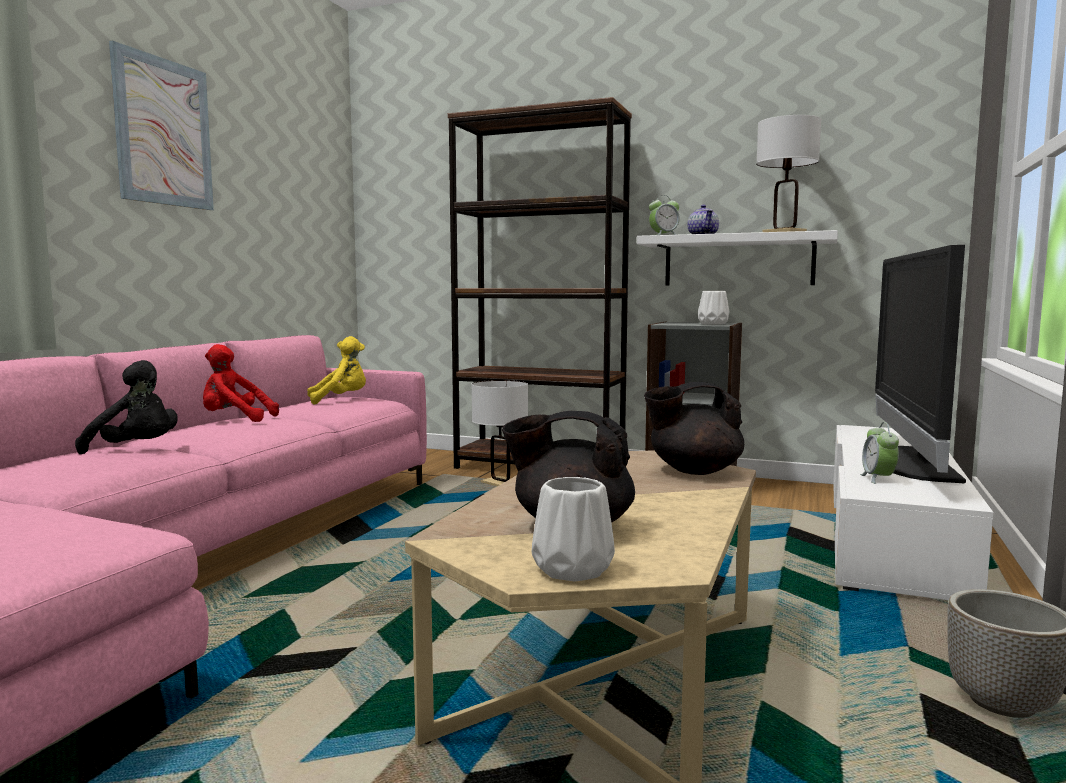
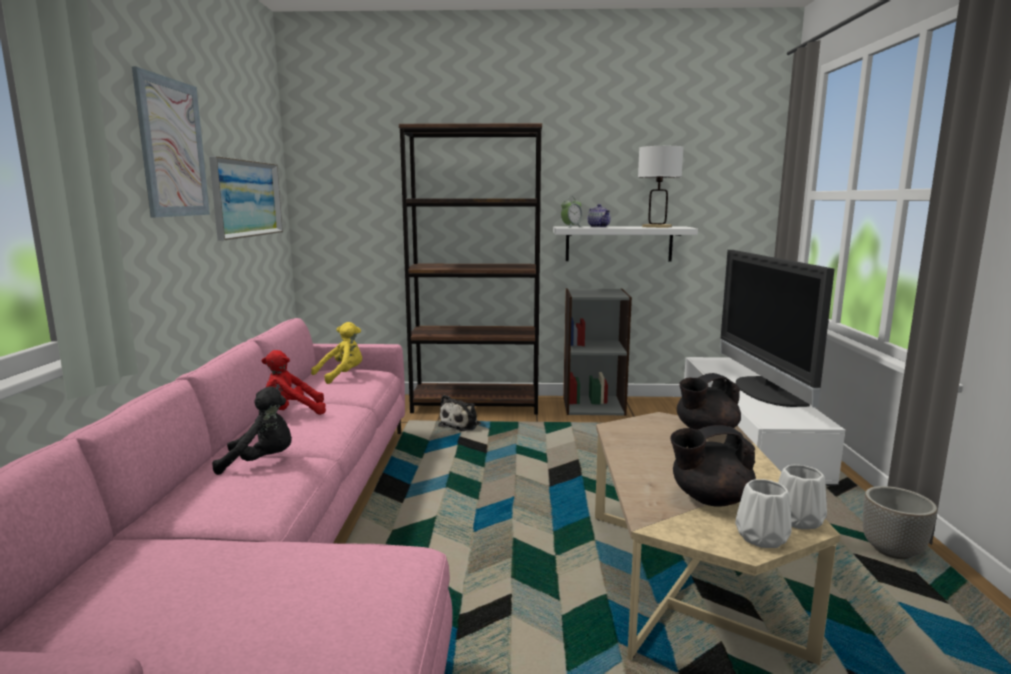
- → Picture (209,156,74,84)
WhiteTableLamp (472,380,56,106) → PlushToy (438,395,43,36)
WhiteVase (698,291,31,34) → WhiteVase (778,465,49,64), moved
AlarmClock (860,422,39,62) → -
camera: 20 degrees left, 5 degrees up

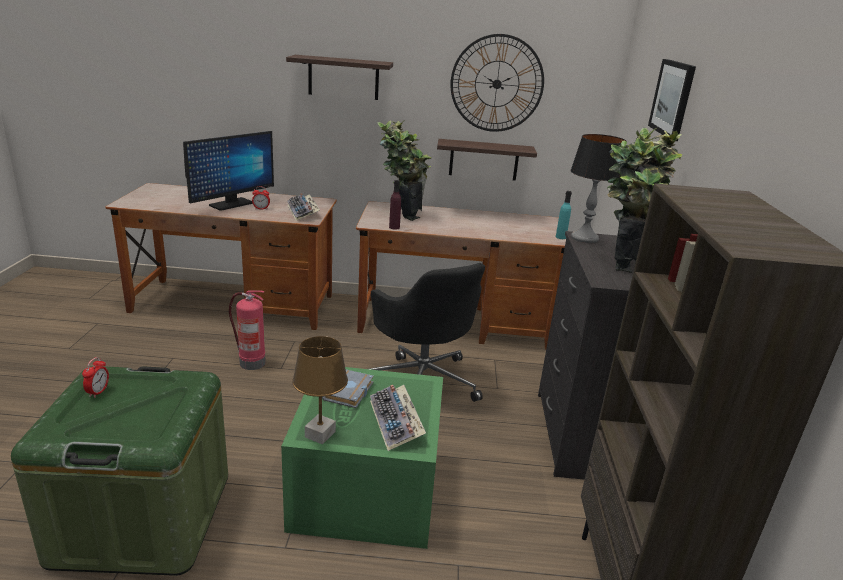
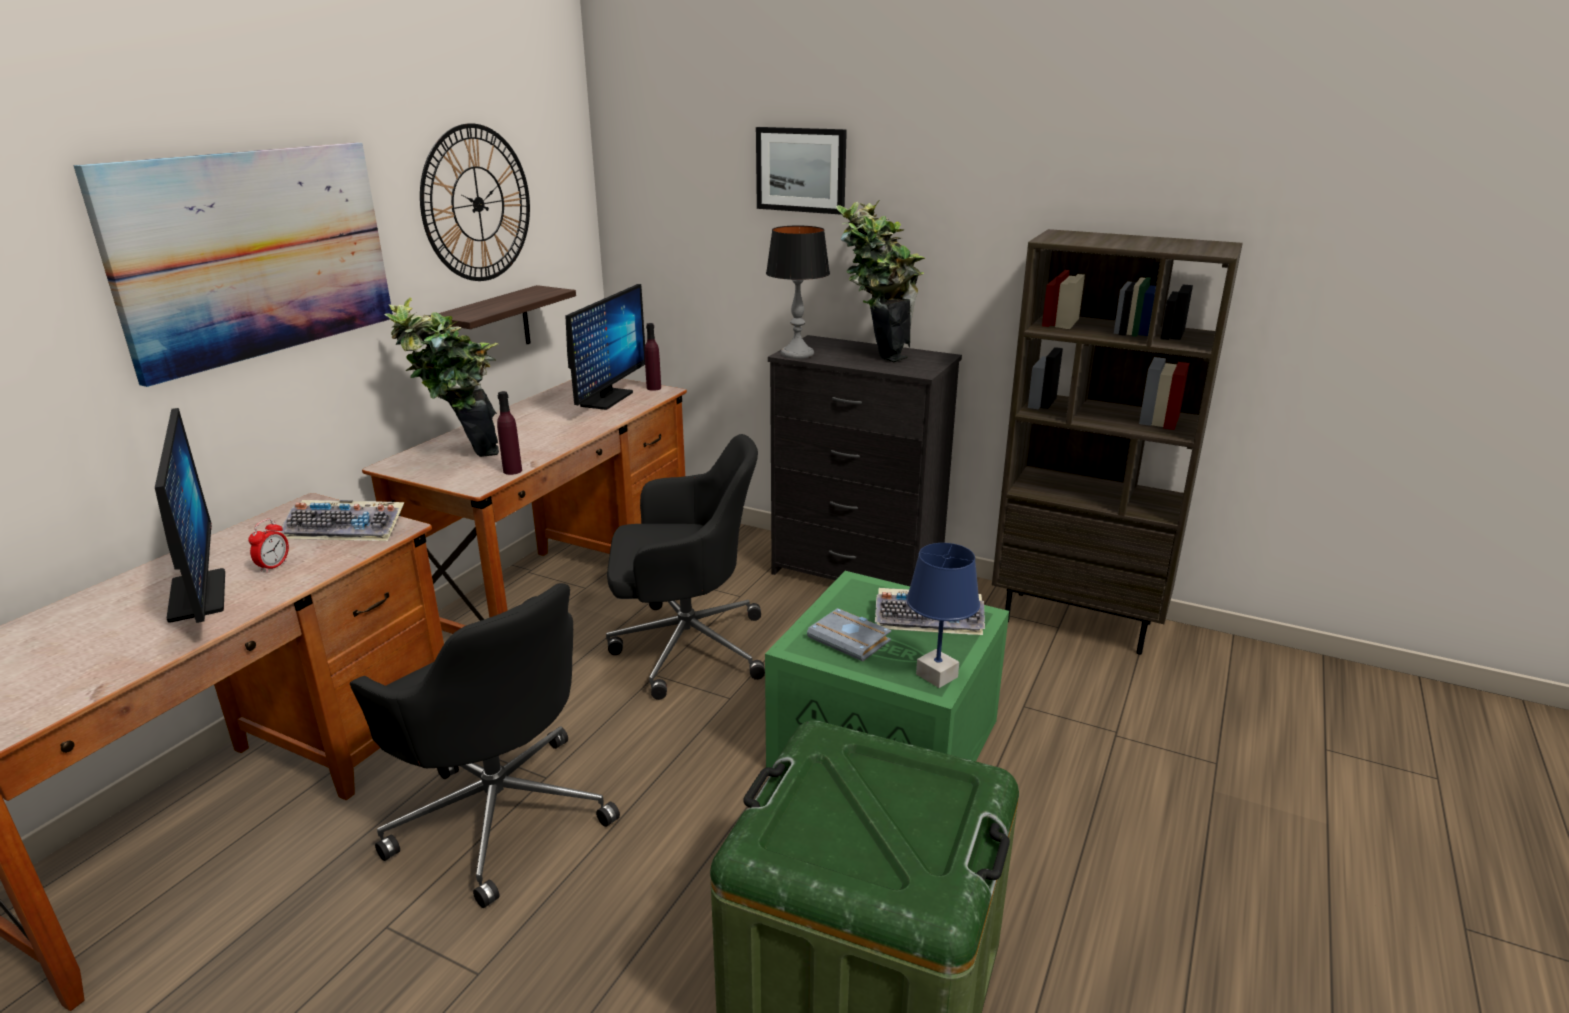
Shelf (286,55,107,45) → Picture (74,142,319,245)
FireExtinguisher (229,291,37,79) → BlackOfficeChair (350,583,270,325)
- → Monitor (565,284,80,126)
TurquoiseBottle (556,191,16,48) → PurpleBottle (644,323,17,68)
BrownTableLamp (292,336,56,108) → BlueTableLamp (906,543,74,145)
AlarmClock (82,357,27,41) → -
camera: 65 degrees left, 0 degrees up

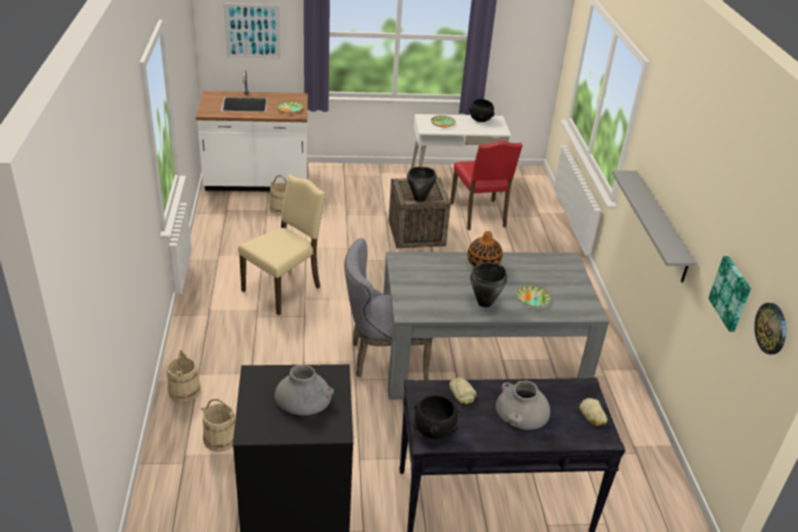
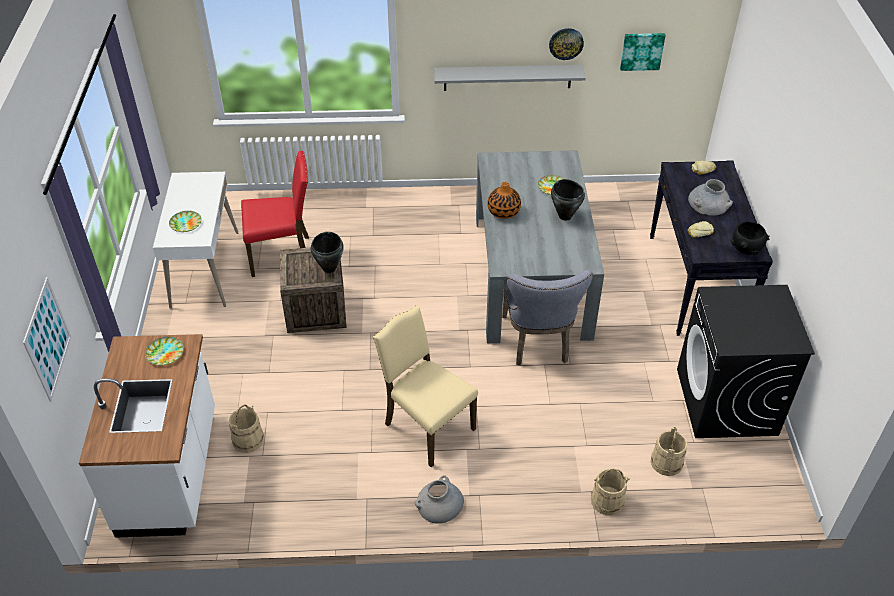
GreyVase (274,364,60,52) → GreyVase (415,475,49,49), moved
WallClock (754,303,32,51) → WallClock (549,28,35,32), moved
BlackBowl (469,99,25,23) → -
camera: 85 degrees left, 10 degrees up

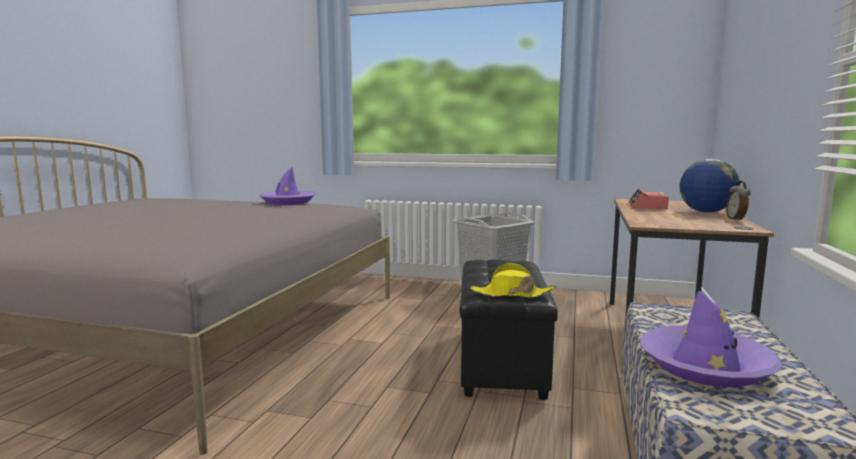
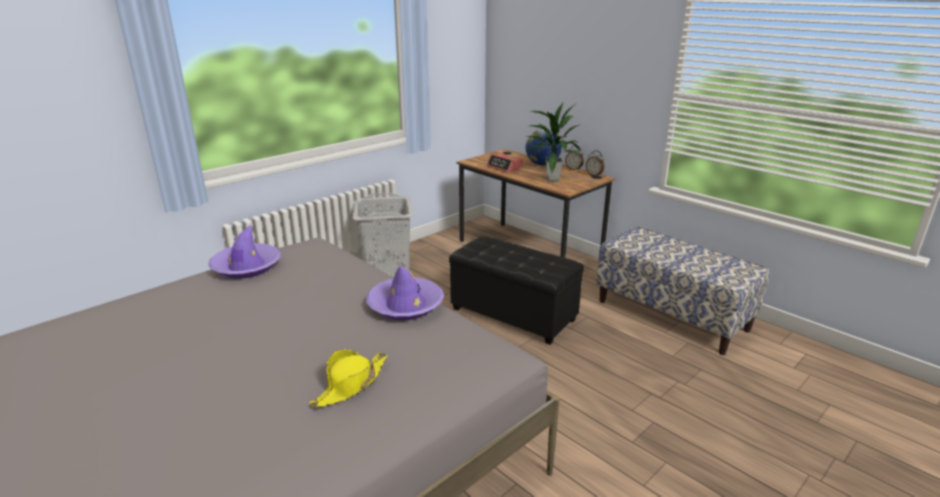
YellowHat (470,263,86,35) → YellowHat (310,349,77,58), moved
PurpleHat (640,290,142,97) → PurpleHat (366,266,78,54), moved
- → PottedPlant (527,101,54,80)
- → AlarmClock (586,151,18,26)
camera: 60 degrees left, 15 degrees up

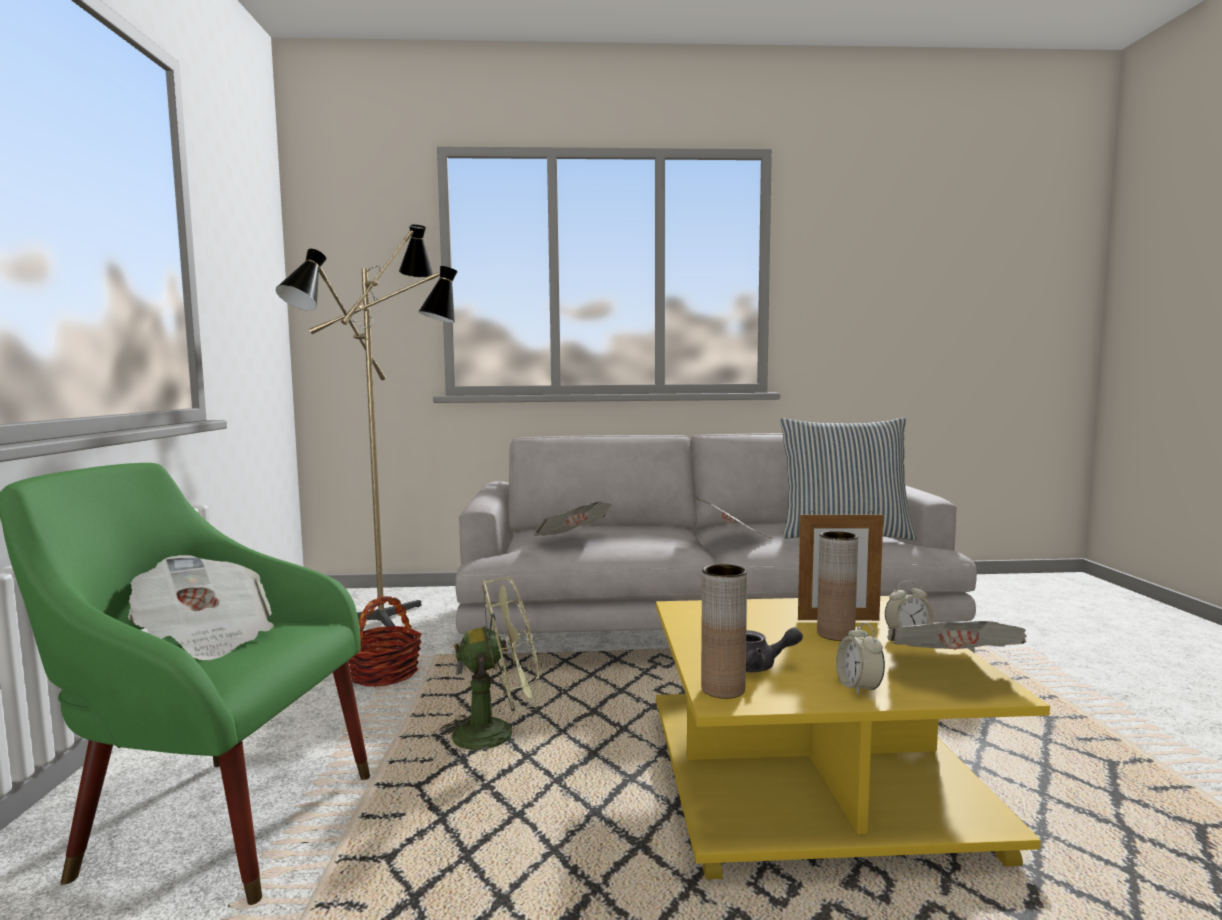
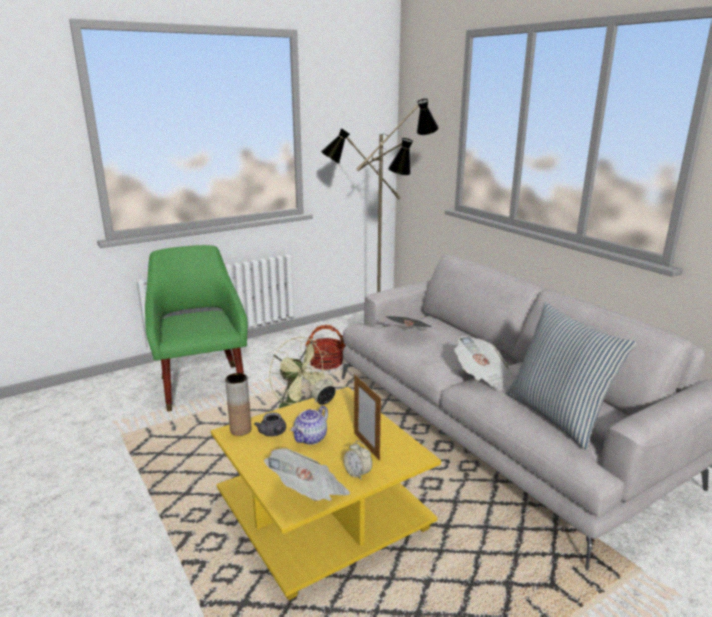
- → Teapot (291,406,37,39)
AlarmClock (836,622,49,74) → AlarmClock (311,377,25,28), moved
Newspaper (128,555,146,105) → -
BrownVase (817,531,41,110) → -
camera: 60 degrees right, 15 degrees up

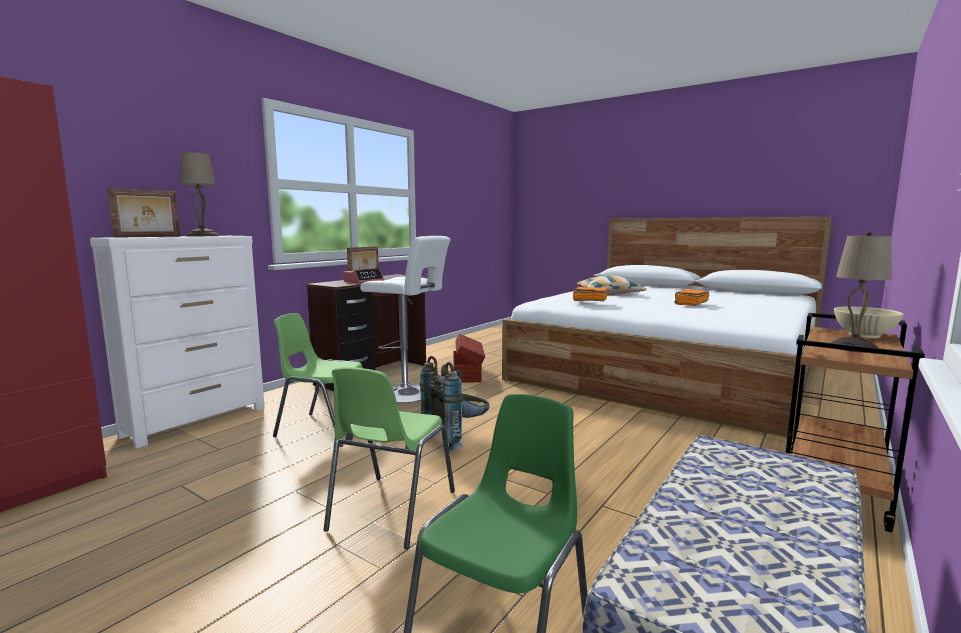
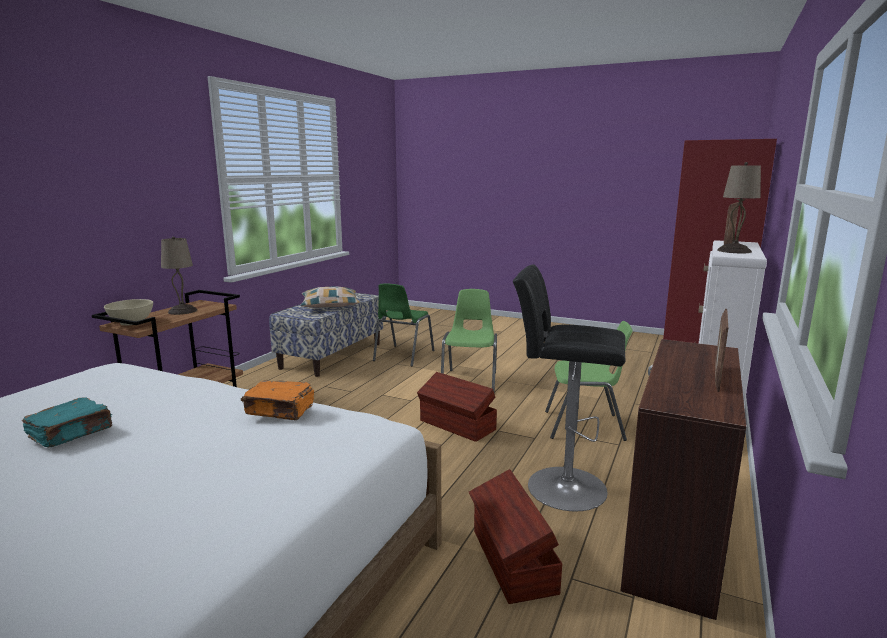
OrangeBook (674,289,36,17) → TurquoiseBook (22,397,91,50)
Pillow (577,276,70,19) → Pillow (301,286,58,22), moved
GreyBackpack (420,356,70,96) → BrownStorageBox (417,372,80,70)
WhiteStool (360,236,91,167) → BlackStool (513,264,113,247)
AlarmClock (343,268,41,15) → -
camera: 170 degrees right, 5 degrees up

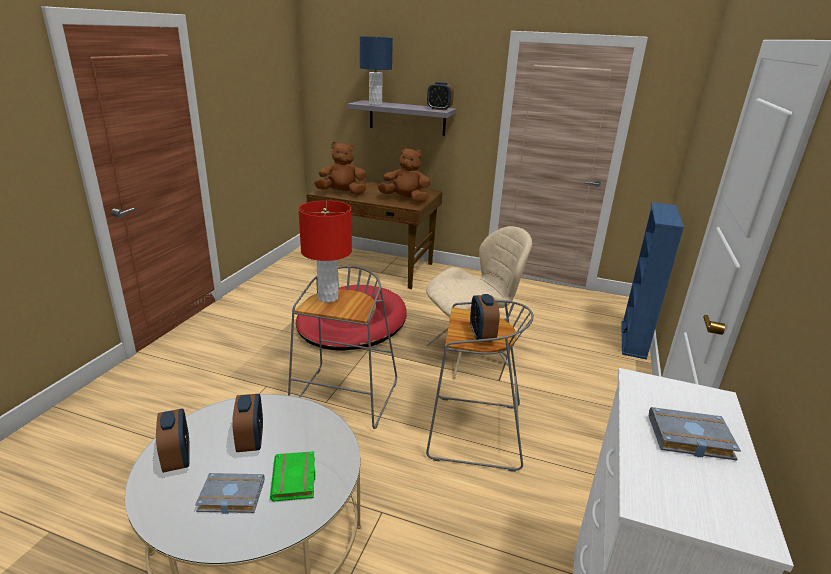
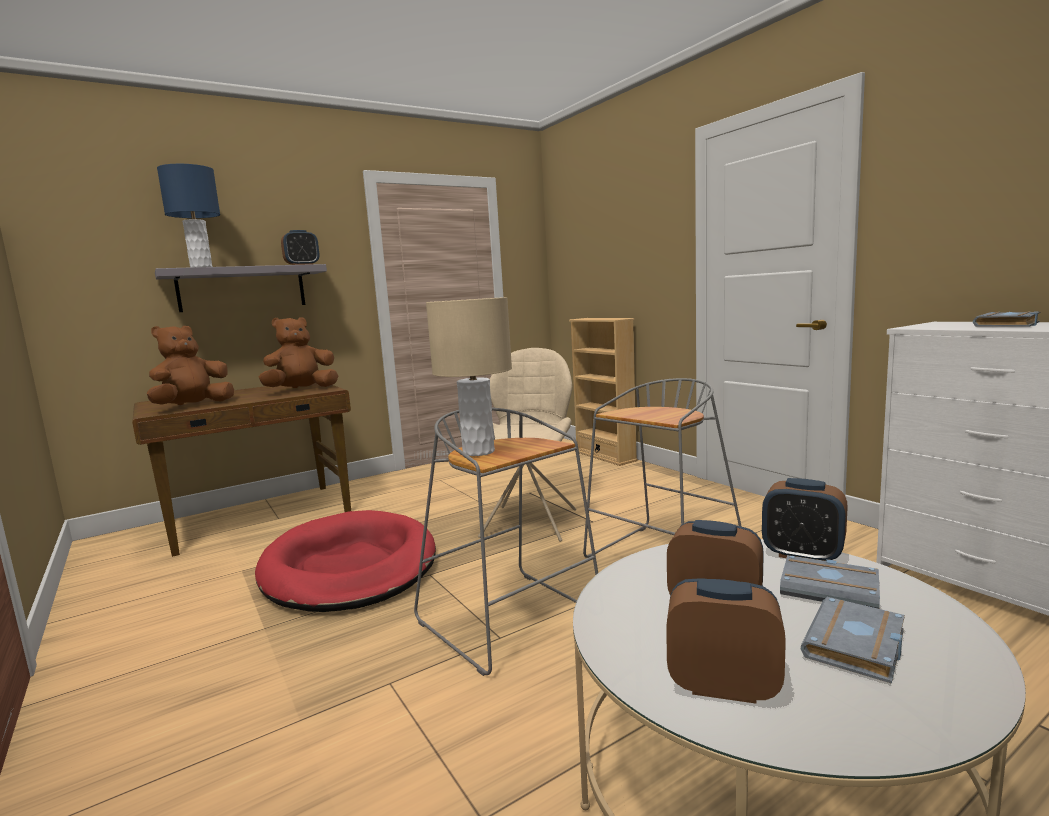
RedTableLamp (298,200,54,103) → BeigeTableLamp (426,297,86,159)
BlueBookcase (621,202,63,158) → BeigeBookcase (569,318,69,148)
AlarmClock (470,294,30,46) → AlarmClock (762,478,86,83), moved
GreenBook (270,451,45,51) → GreyBook (780,555,100,54)
camera: 50 degrees left, 15 degrees down

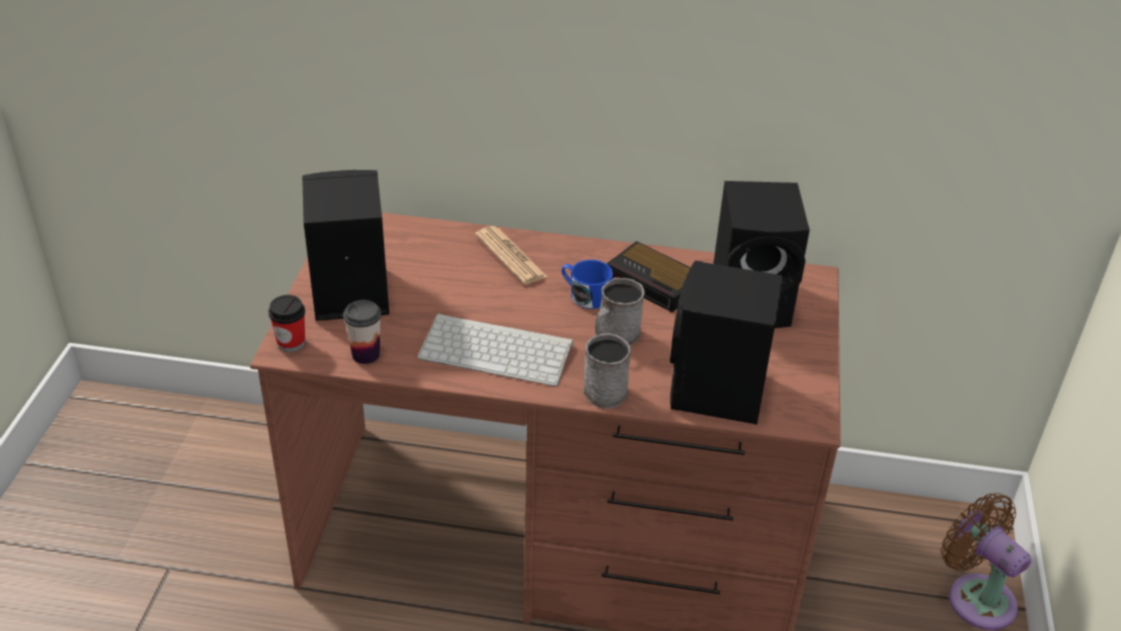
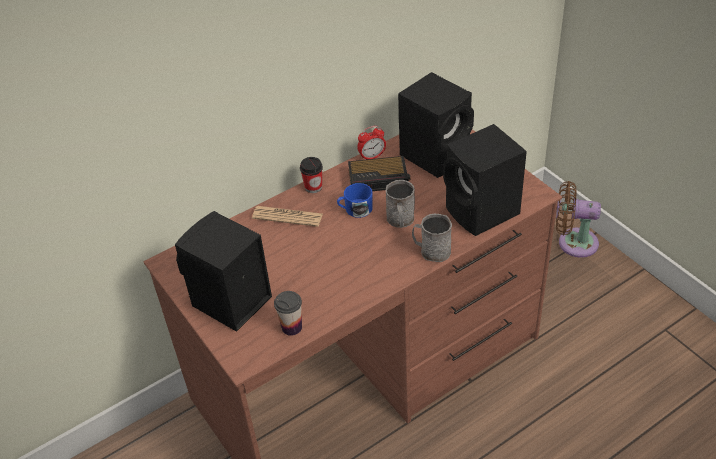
Cup (268,295,37,57) → Cup (300,157,23,36), moved
- → AlarmClock (357,126,29,34)
Keyboard (417,313,156,73) → -
camera: 40 degrees left, 5 degrees up

